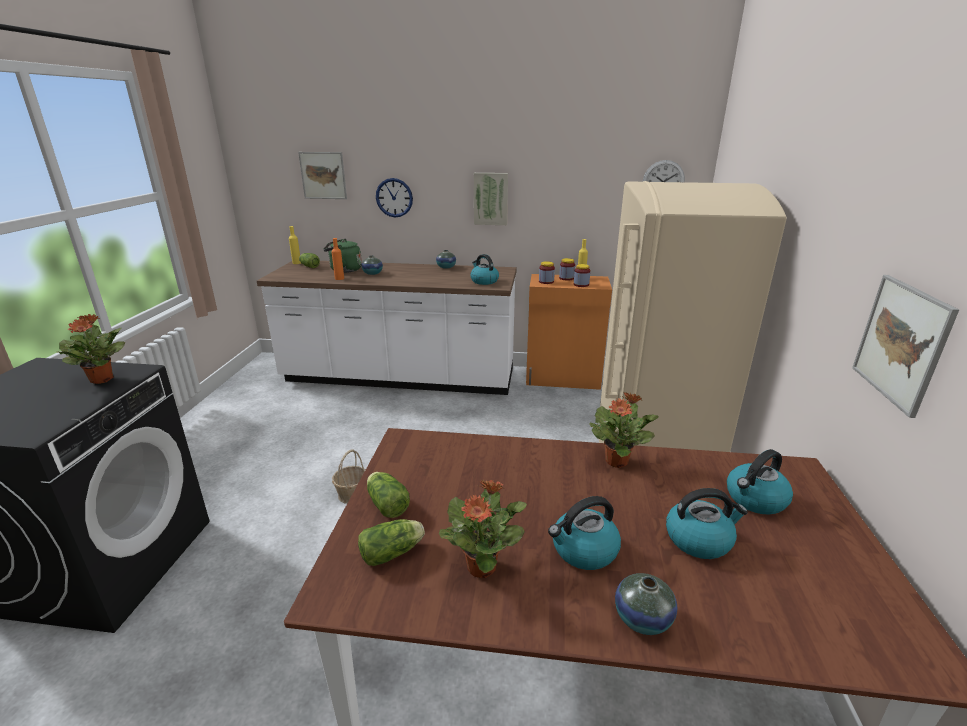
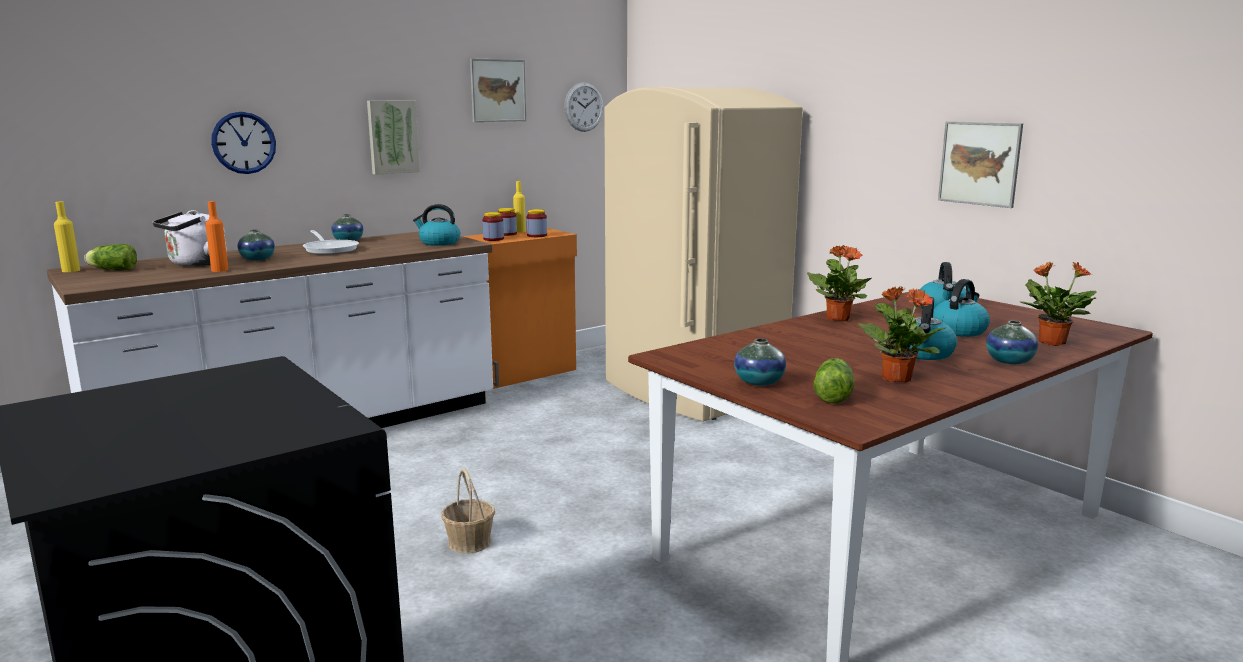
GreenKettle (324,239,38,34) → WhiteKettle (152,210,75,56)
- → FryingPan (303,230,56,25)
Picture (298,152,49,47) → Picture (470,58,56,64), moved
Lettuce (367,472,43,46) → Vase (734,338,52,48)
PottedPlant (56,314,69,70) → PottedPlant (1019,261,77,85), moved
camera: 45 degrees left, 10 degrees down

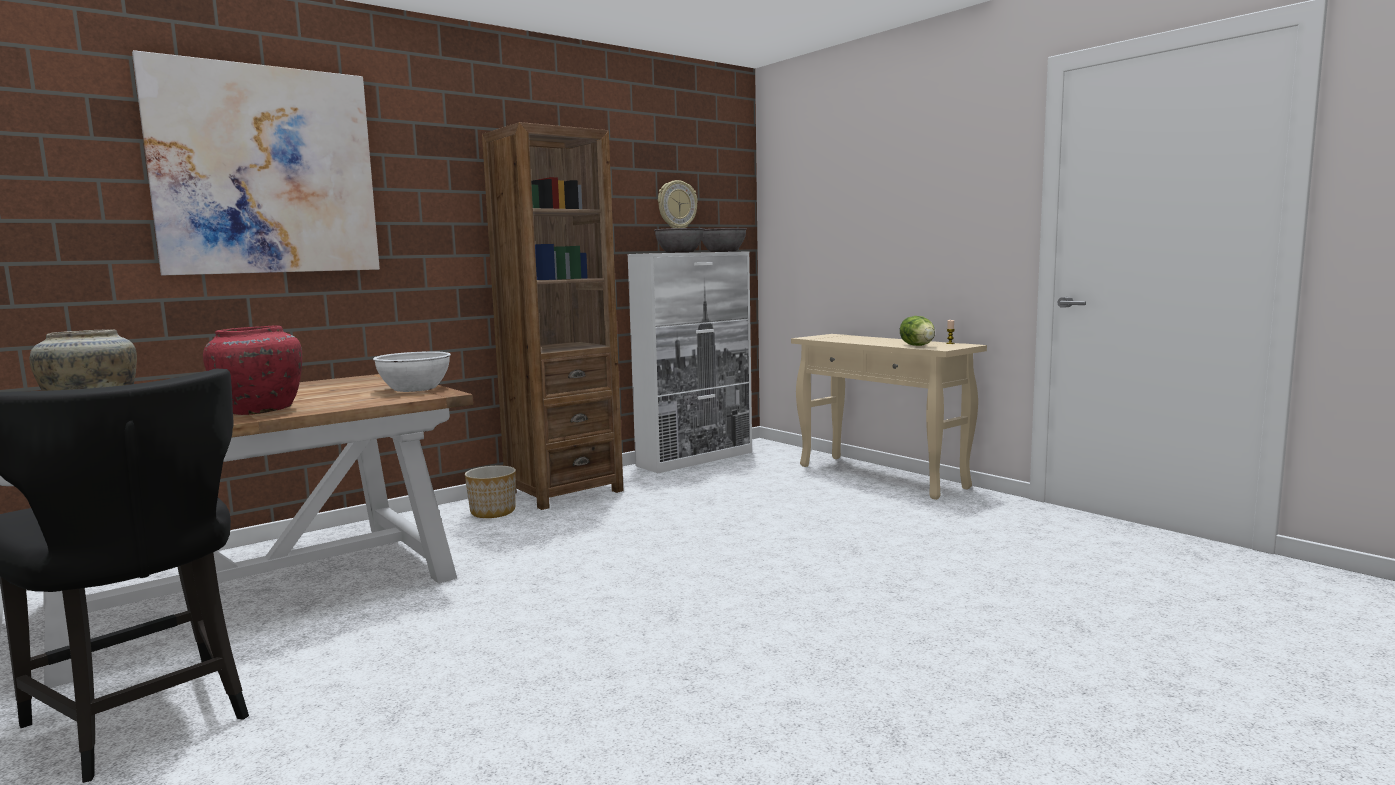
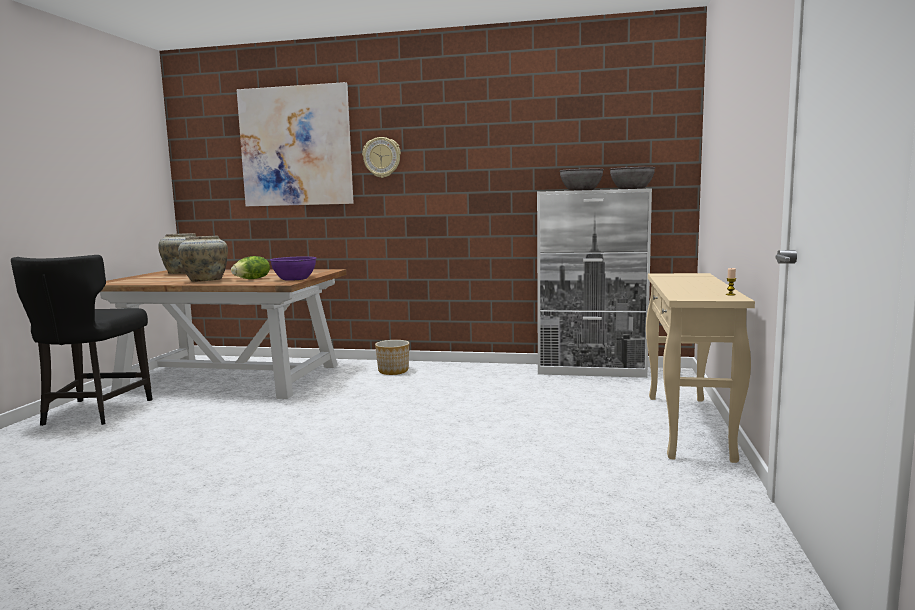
RedVase (203,325,99,90) → BeigeVase (178,236,50,46)
Lettuce (900,316,35,30) → Lettuce (231,256,39,23), moved
WhiteBowl (373,351,78,41) → PurpleBowl (270,256,47,25)
WallClock (658,180,40,48) → WallClock (362,137,39,41), moved
BrownBookcase (482,122,141,388) → -
camera: 50 degrees right, 0 degrees up

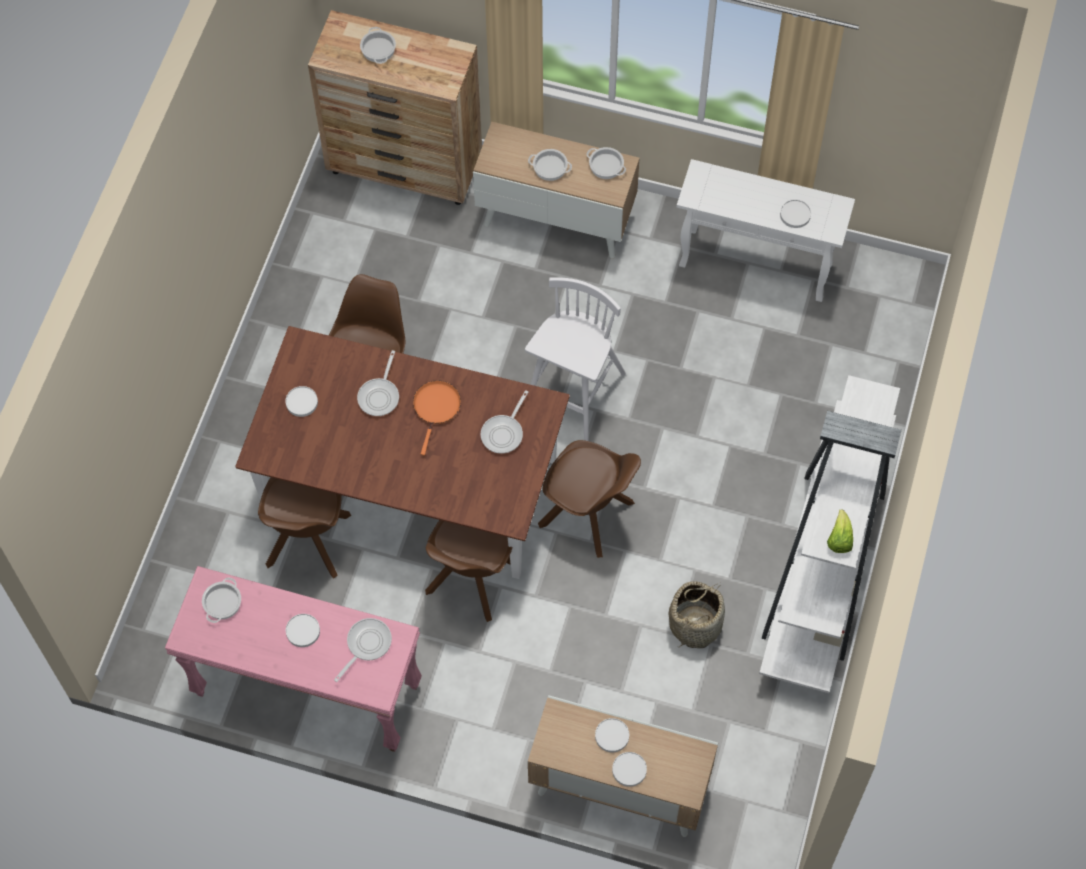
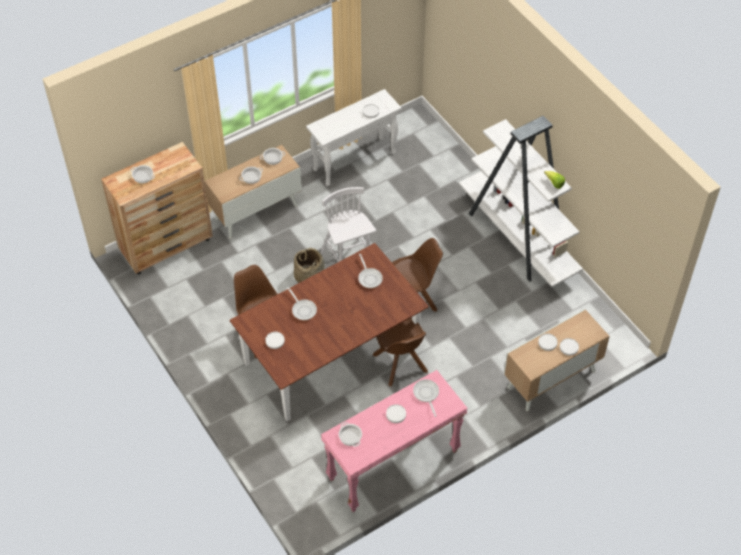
Basket (669,581,56,67) → Basket (294,248,31,35), moved
BrownChair (258,477,93,102) → -
OrangeFryingPan (413,381,48,75) → -
camera: 50 degrees left, 10 degrees down

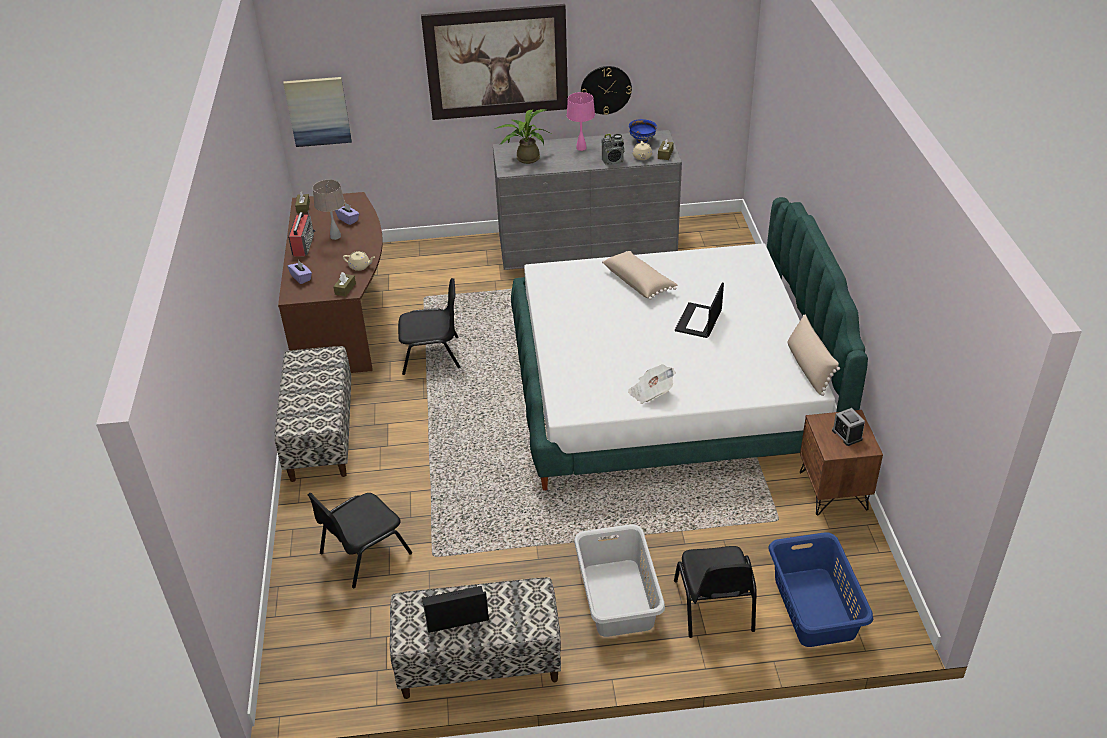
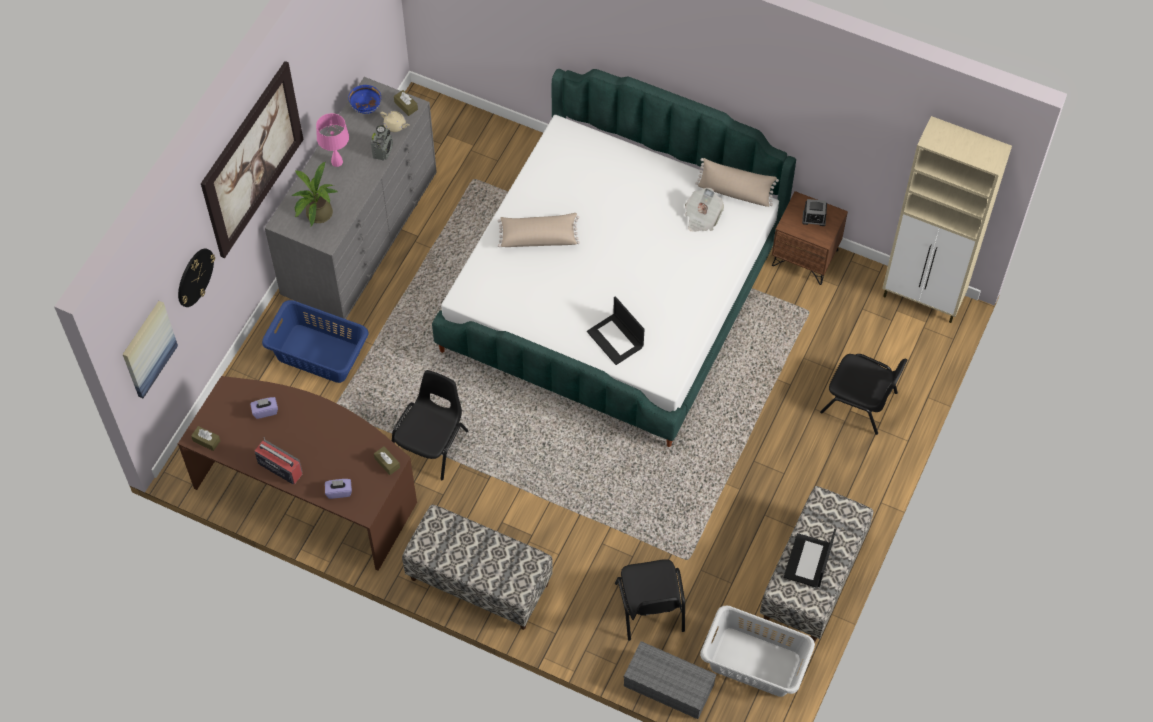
WallClock (581,66,51,49) → WallClock (178,248,37,59), moved
BlueLaundryBasket (768,532,105,115) → BlueLaundryBasket (262,300,107,83), moved
Laptop (675,283,49,55) → Laptop (587,296,58,69), moved
- → GreyStorageBox (624,641,93,78)
Newspaper (628,364,48,40) → Newspaper (685,188,39,44), moved
GreyLaundryBasket (574,524,91,113) → GreyLaundryBasket (700,606,115,91), moved
- → BeigeCabinet (882,116,130,207)
BeigeTableLamp (313,180,32,60) → -
BeigeTeapot (343,251,32,20) → -
camera: 60 degrees left, 20 degrees up

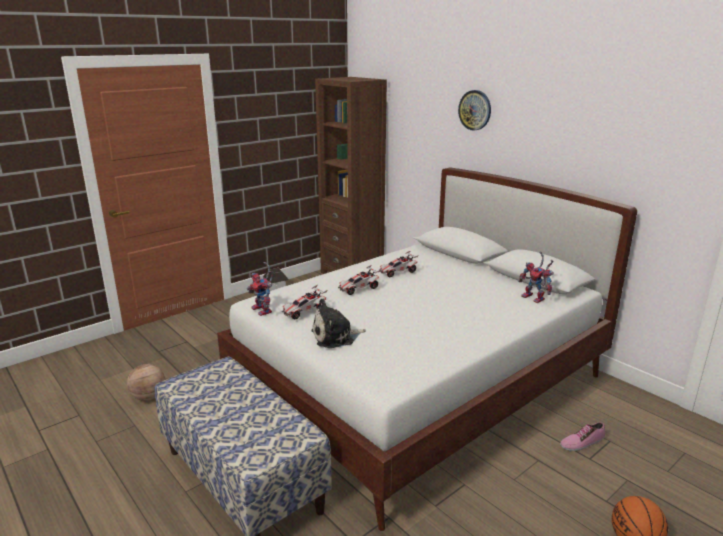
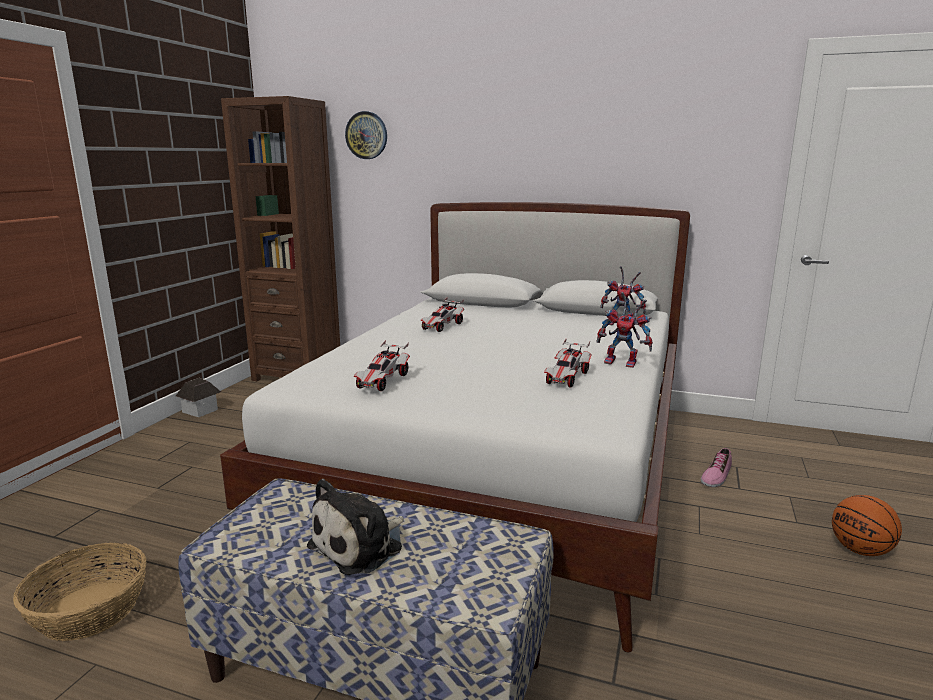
Basketball (127,364,38,37) → Basket (13,543,133,98)
PlushToy (311,299,55,49) → PlushToy (307,479,97,96), moved
WallClock (458,90,33,41) → WallClock (345,111,42,48), moved
ToyCar (338,265,42,30) → ToyCar (544,338,48,49), moved
ToyRobot (247,262,27,54) → ToyRobot (596,292,57,76), moved
camera: 30 degrees left, 5 degrees down

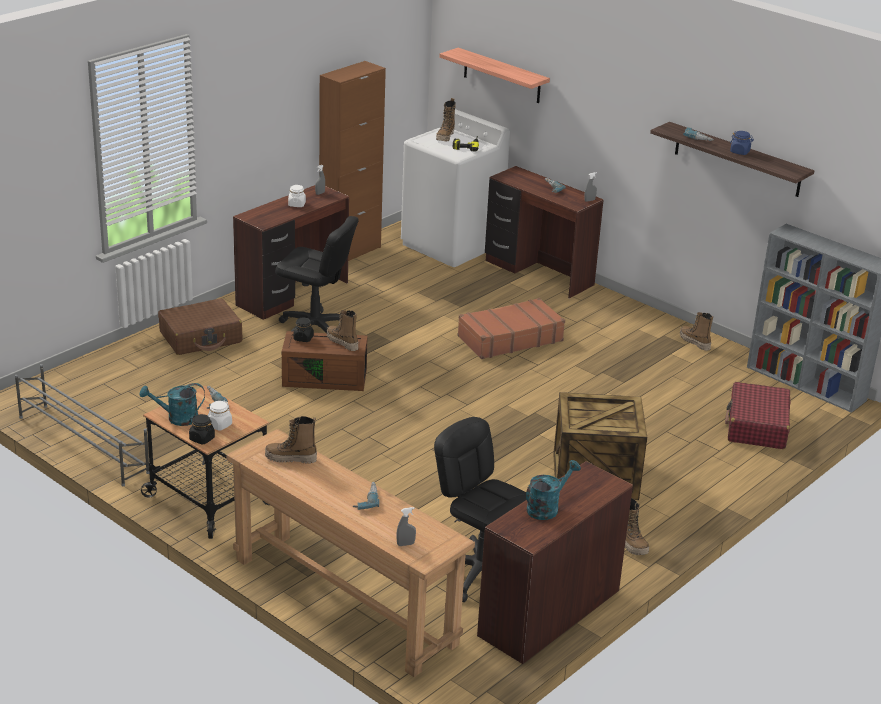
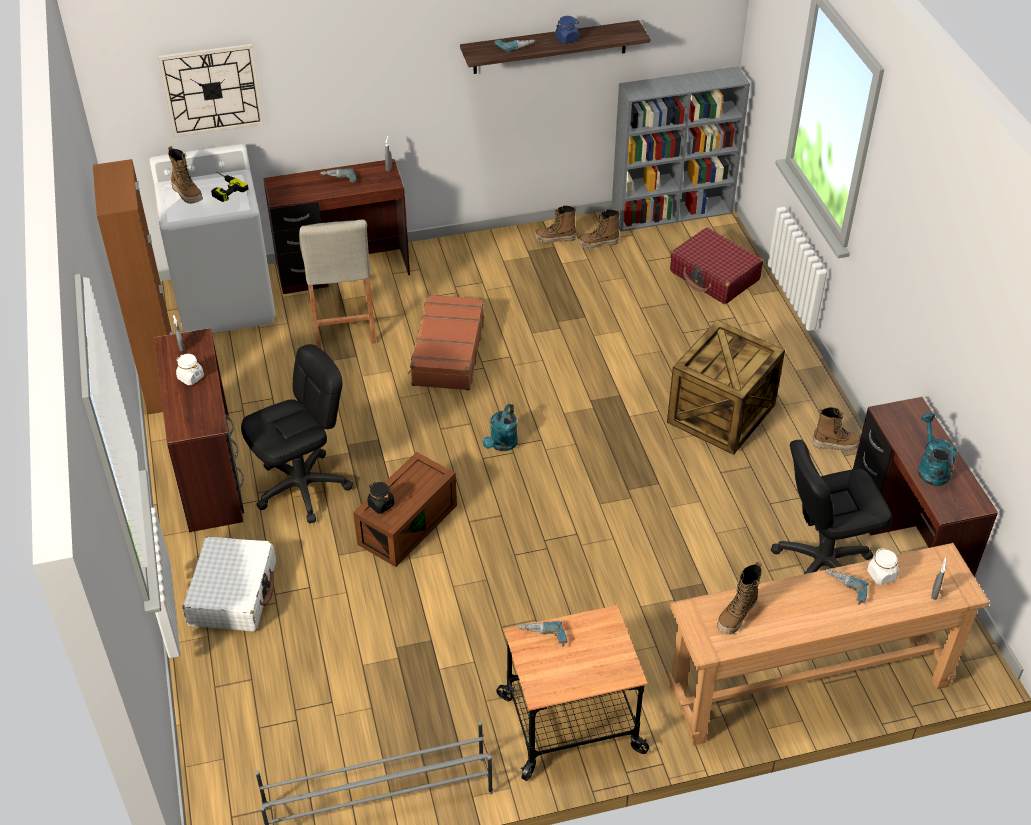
Shelf (439,48,111,55) → WallClock (158,44,106,93)
BrownSuitcase (158,298,84,57) → WhiteSuitcase (183,536,93,96)
- → BeigeStool (299,219,77,130)
TurquoiseWateringCan (140,383,65,43) → TurquoiseWateringCan (482,404,36,47), moved
Boot (327,310,32,41) → Boot (578,209,42,40), moved
WhiteJar (207,401,25,29) → WhiteJar (867,548,32,37), moved
BlackJar (189,414,26,30) → -
camera: 55 degrees left, 15 degrees up

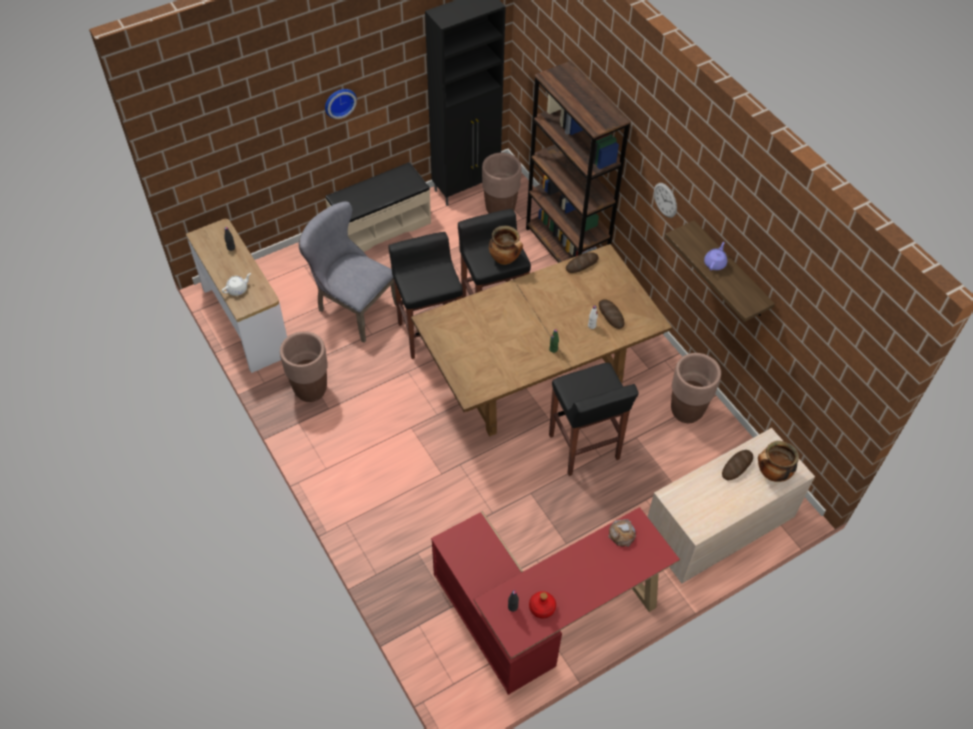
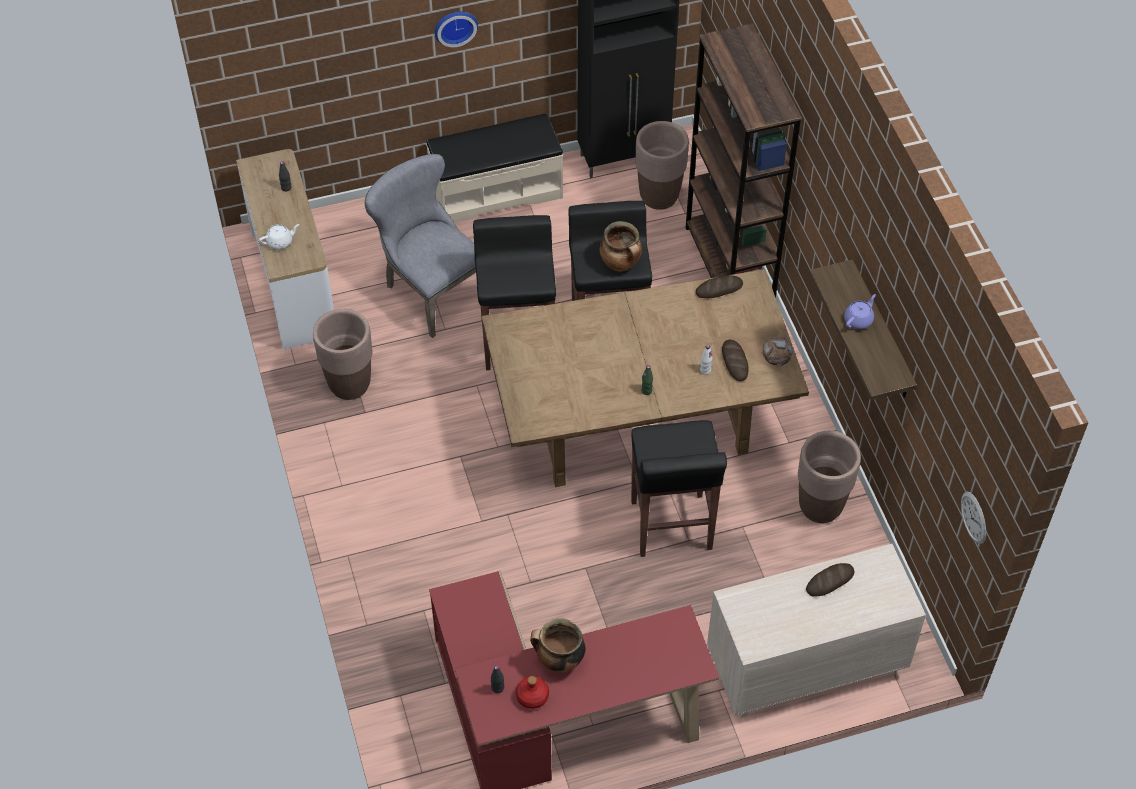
CookingPot (758,441,41,41) → CookingPot (530,618,56,54), moved
Bread (608,519,28,28) → Bread (761,337,32,29), moved
WallClock (654,183,23,35) → WallClock (961,492,25,52), moved
camera: 15 degrees right, 0 degrees up

